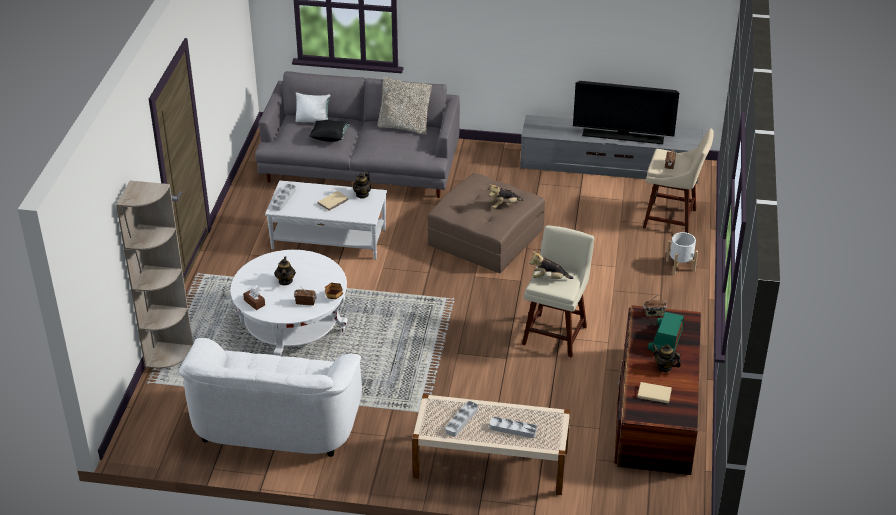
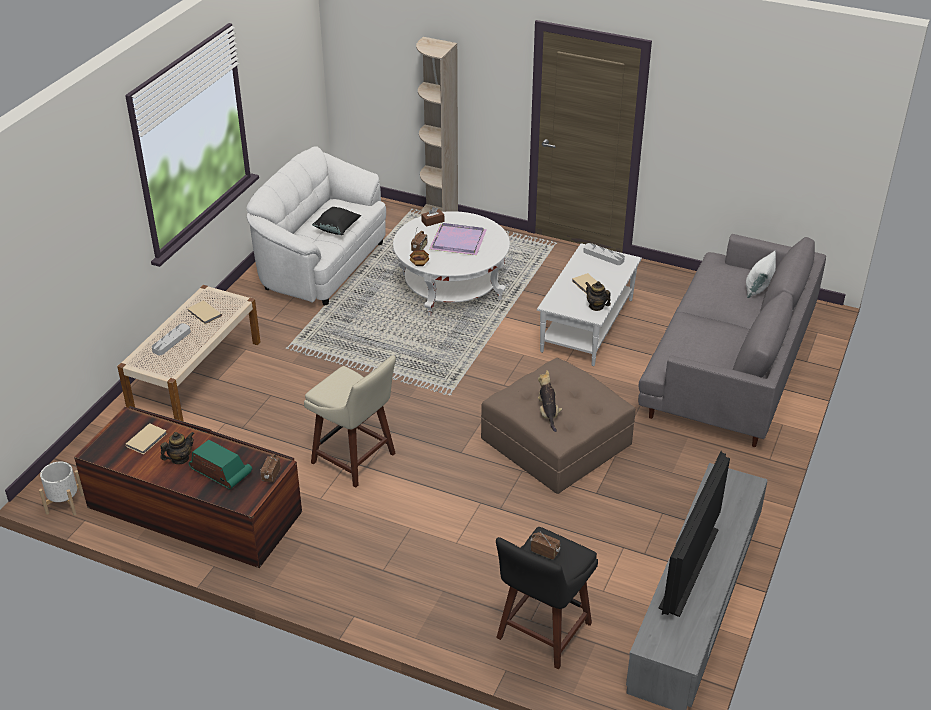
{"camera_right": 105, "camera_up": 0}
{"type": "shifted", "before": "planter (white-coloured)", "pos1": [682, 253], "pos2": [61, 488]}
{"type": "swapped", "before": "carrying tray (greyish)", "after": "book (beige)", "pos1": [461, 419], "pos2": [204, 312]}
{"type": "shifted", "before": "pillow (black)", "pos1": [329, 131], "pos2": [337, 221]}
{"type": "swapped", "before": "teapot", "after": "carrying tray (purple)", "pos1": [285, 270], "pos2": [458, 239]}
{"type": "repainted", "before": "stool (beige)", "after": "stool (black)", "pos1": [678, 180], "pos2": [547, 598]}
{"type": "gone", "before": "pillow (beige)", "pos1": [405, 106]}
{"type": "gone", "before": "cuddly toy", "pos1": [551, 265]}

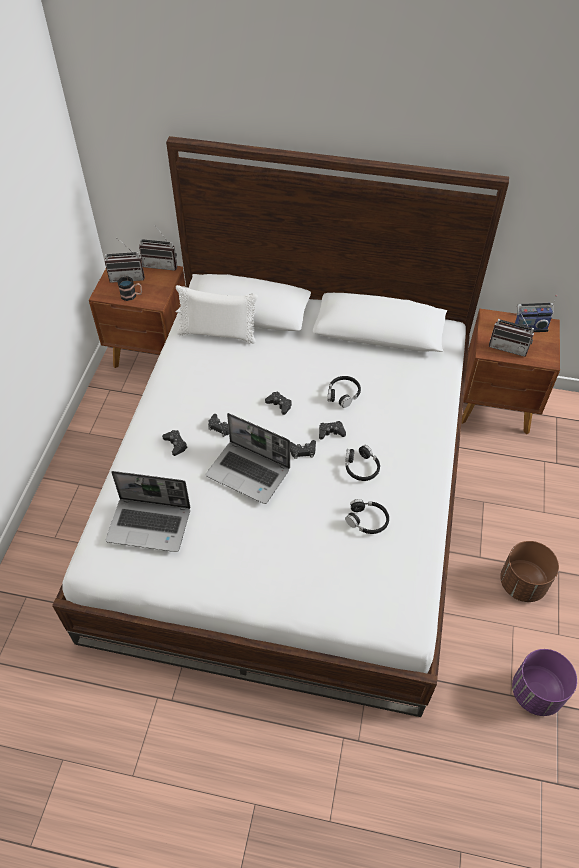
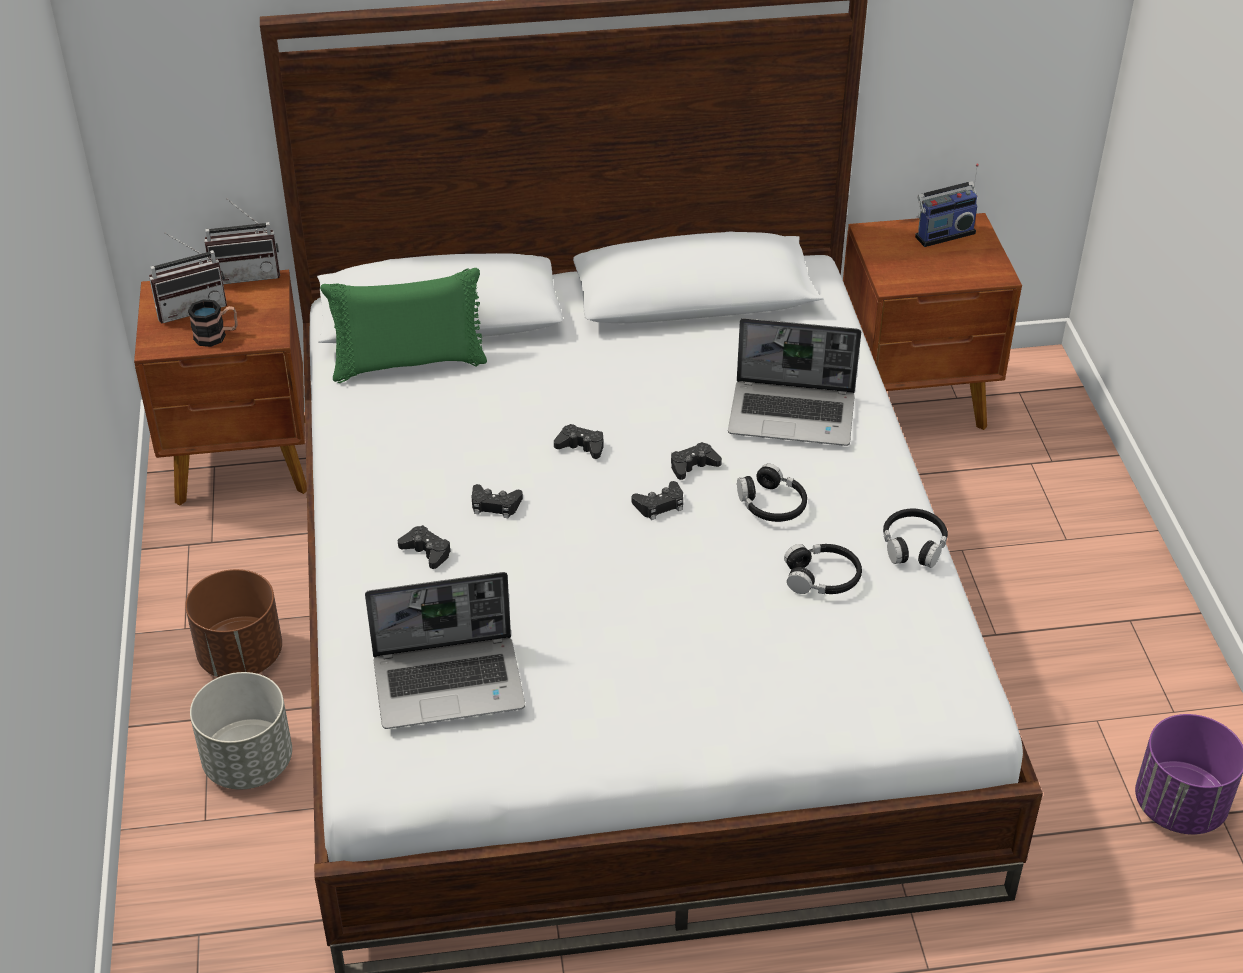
{"camera_right": -20, "camera_up": -10}
{"type": "shifted", "before": "planter (brown-coloured)", "pos1": [529, 571], "pos2": [233, 623]}
{"type": "new", "after": "planter (greyish)", "pos2": [241, 730]}
{"type": "repainted", "before": "pillow (white-coloured)", "after": "pillow (green)", "pos1": [217, 314], "pos2": [403, 325]}
{"type": "shifted", "before": "laptop", "pos1": [247, 458], "pos2": [794, 382]}
{"type": "shifted", "before": "headset (black)", "pos1": [344, 392], "pos2": [915, 538]}
{"type": "gone", "before": "radio", "pos1": [511, 331]}

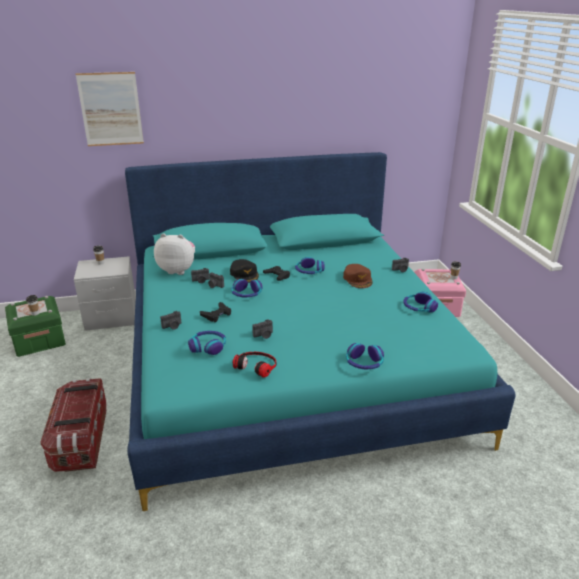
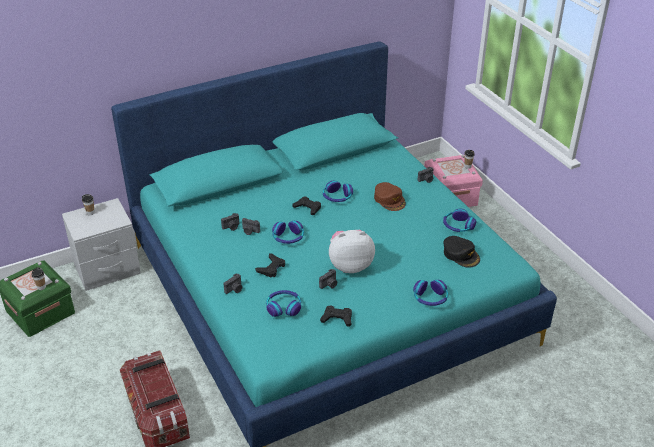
{"camera_right": -15, "camera_up": 10}
{"type": "swapped", "before": "headset", "after": "gamepad (black)", "pos1": [255, 365], "pos2": [336, 316]}
{"type": "shifted", "before": "cuddly toy", "pos1": [174, 254], "pos2": [352, 251]}
{"type": "shifted", "before": "cap (black)", "pos1": [244, 271], "pos2": [461, 252]}
{"type": "gone", "before": "picture", "pos1": [109, 109]}

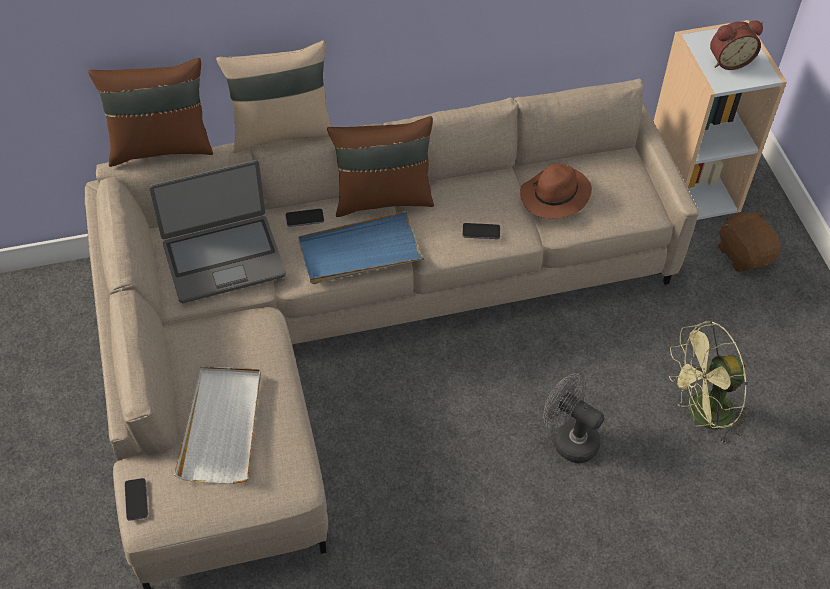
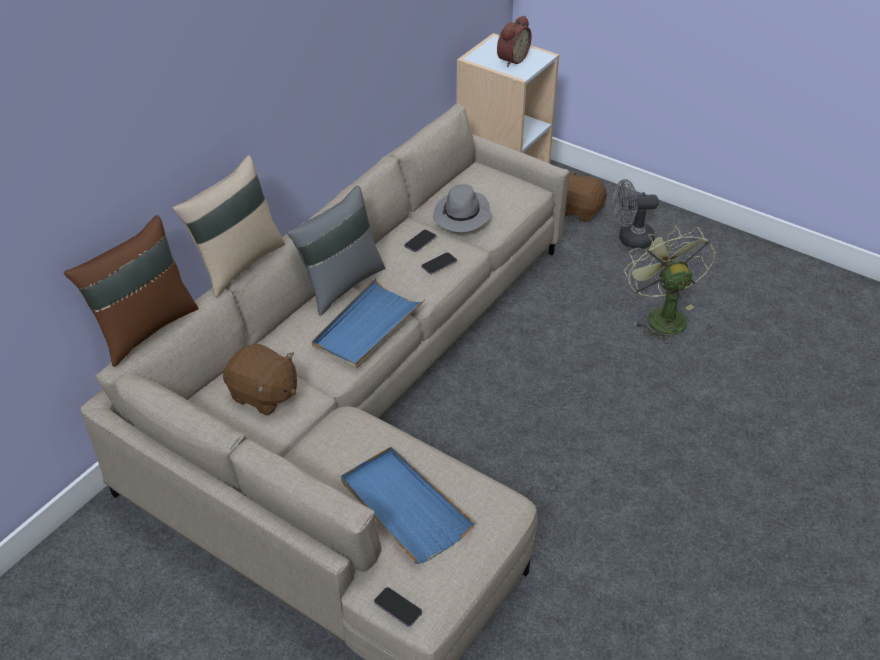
{"camera_right": -40, "camera_up": -10}
{"type": "swapped", "before": "laptop", "after": "cuddly toy (brown-coloured)", "pos1": [217, 231], "pos2": [260, 379]}
{"type": "repainted", "before": "pillow (brown-coloured)", "after": "pillow (greyish)", "pos1": [380, 166], "pos2": [336, 250]}
{"type": "repainted", "before": "carrying tray (white-coloured)", "after": "carrying tray (blue)", "pos1": [217, 425], "pos2": [407, 505]}
{"type": "shifted", "before": "telephone", "pos1": [305, 217], "pos2": [420, 241]}
{"type": "repainted", "before": "hat (brown-coloured)", "after": "hat (greyish)", "pos1": [556, 191], "pos2": [462, 208]}
{"type": "shifted", "before": "cooling fan (greyish)", "pos1": [573, 418], "pos2": [636, 214]}
{"type": "rotated", "before": "cooling fan (green)", "pos1": [710, 383], "pos2": [670, 284], "turn": 135}

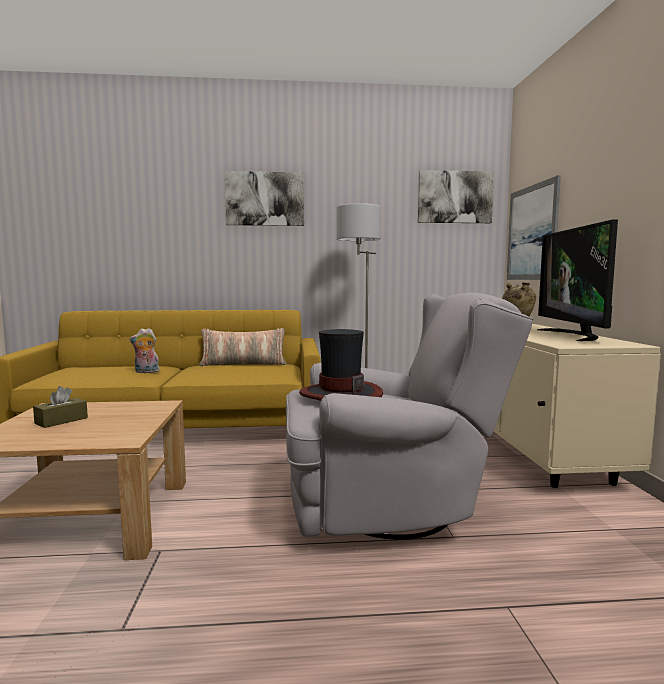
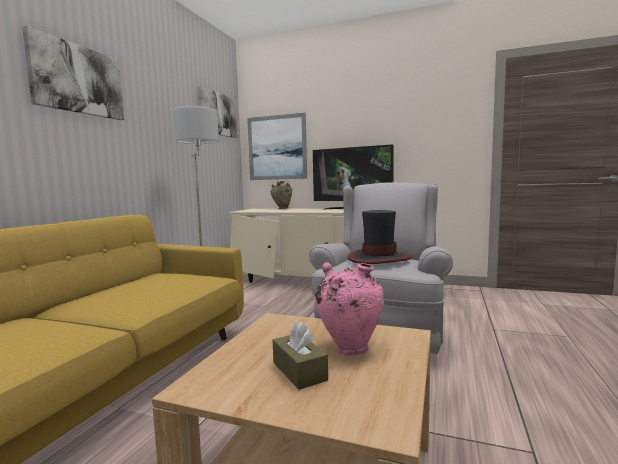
{"camera_right": -65, "camera_up": 0}
{"type": "new", "after": "vase (pink)", "pos2": [349, 308]}
{"type": "gone", "before": "cuddly toy", "pos1": [144, 350]}
{"type": "gone", "before": "pillow", "pos1": [243, 347]}

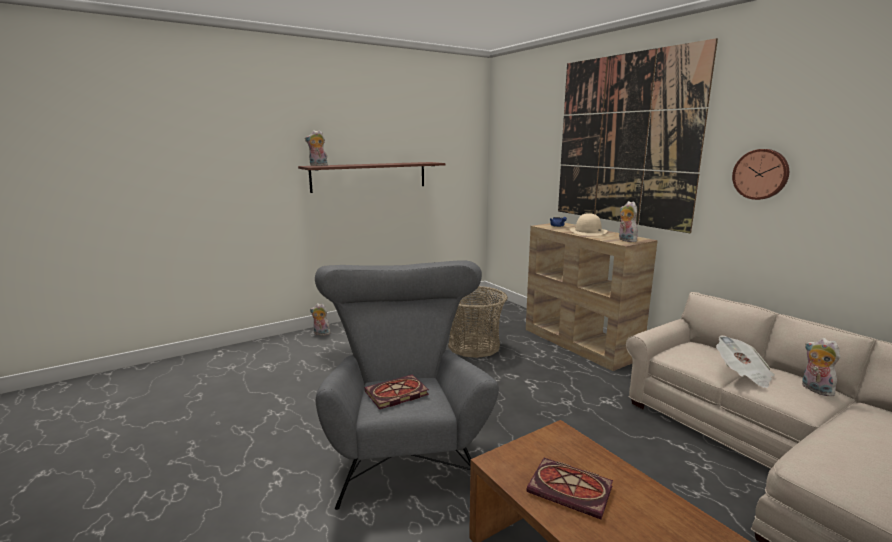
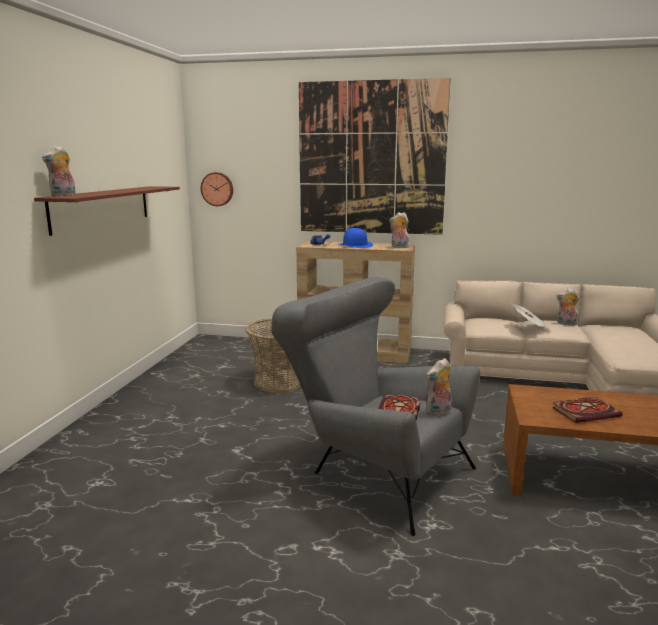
{"camera_right": -45, "camera_up": 0}
{"type": "shifted", "before": "hanging clock", "pos1": [760, 174], "pos2": [217, 189]}
{"type": "repainted", "before": "hat (beige)", "after": "hat (blue)", "pos1": [588, 224], "pos2": [356, 238]}
{"type": "shifted", "before": "cuddly toy", "pos1": [320, 319], "pos2": [439, 387]}

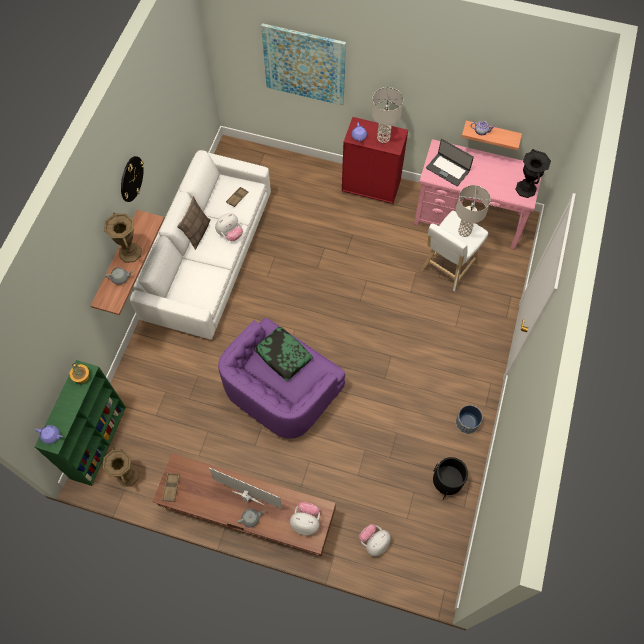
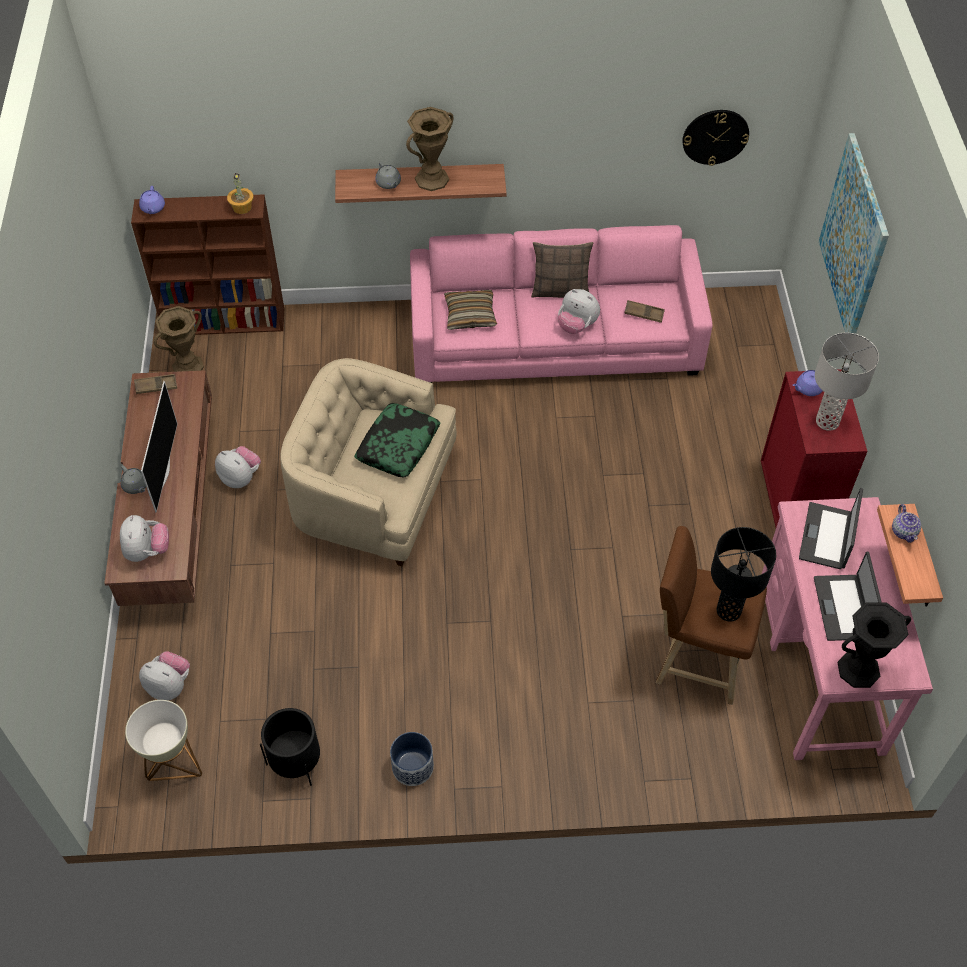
{"camera_right": 70, "camera_up": -10}
{"type": "new", "after": "planter", "pos2": [163, 740]}
{"type": "repainted", "before": "bookshelf (green)", "after": "bookshelf (brown-coloured)", "pos1": [80, 423], "pos2": [207, 264]}
{"type": "new", "after": "cuddly toy", "pos2": [238, 467]}
{"type": "repainted", "before": "easy chair (purple)", "after": "easy chair (beige)", "pos1": [281, 378], "pos2": [368, 462]}
{"type": "repainted", "before": "couch (white-coloured)", "after": "couch (pink)", "pos1": [200, 245], "pos2": [561, 304]}
{"type": "new", "after": "pillow", "pos2": [470, 310]}
{"type": "repainted", "before": "stool (white-coloured)", "after": "stool (brown-coloured)", "pos1": [454, 251], "pos2": [711, 615]}
{"type": "shifted", "before": "hanging clock", "pos1": [132, 179], "pos2": [715, 138]}
{"type": "repainted", "before": "tabletop lamp (white-coloured)", "after": "tabletop lamp (black)", "pos1": [473, 211], "pos2": [743, 574]}
{"type": "new", "after": "laptop", "pos2": [848, 596]}

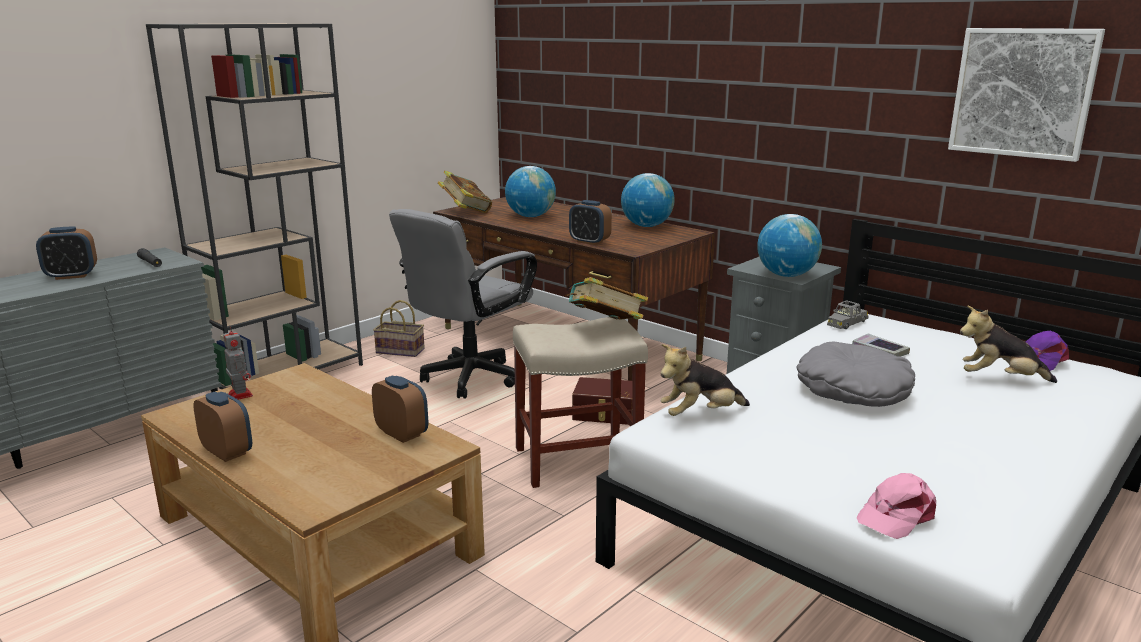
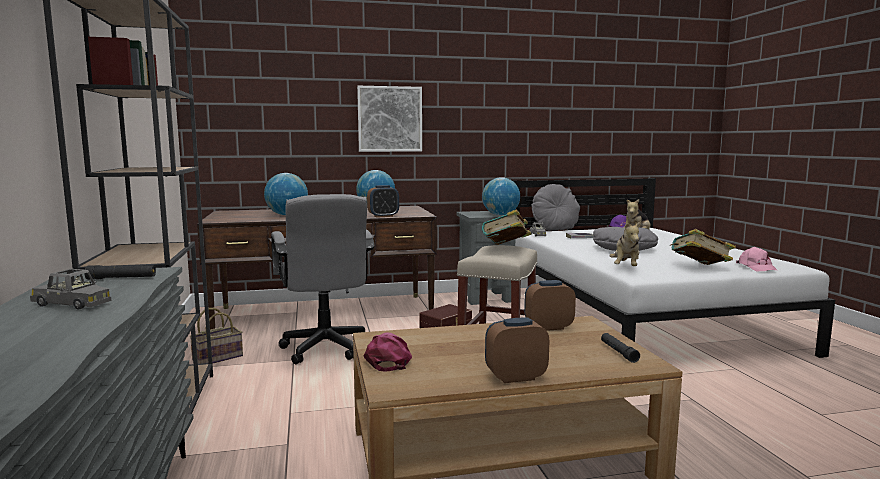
{"camera_right": -55, "camera_up": -10}
{"type": "swapped", "before": "alarm clock", "after": "miniature car (greyish)", "pos1": [66, 253], "pos2": [71, 289]}
{"type": "shifted", "before": "picture", "pos1": [1026, 95], "pos2": [389, 119]}
{"type": "swapped", "before": "robot figure", "after": "cap (pink)", "pos1": [238, 363], "pos2": [388, 352]}
{"type": "new", "after": "pillow (greyish)", "pos2": [556, 207]}
{"type": "new", "after": "torch (black)", "pos2": [620, 348]}
{"type": "shifted", "before": "book", "pos1": [465, 192], "pos2": [703, 247]}

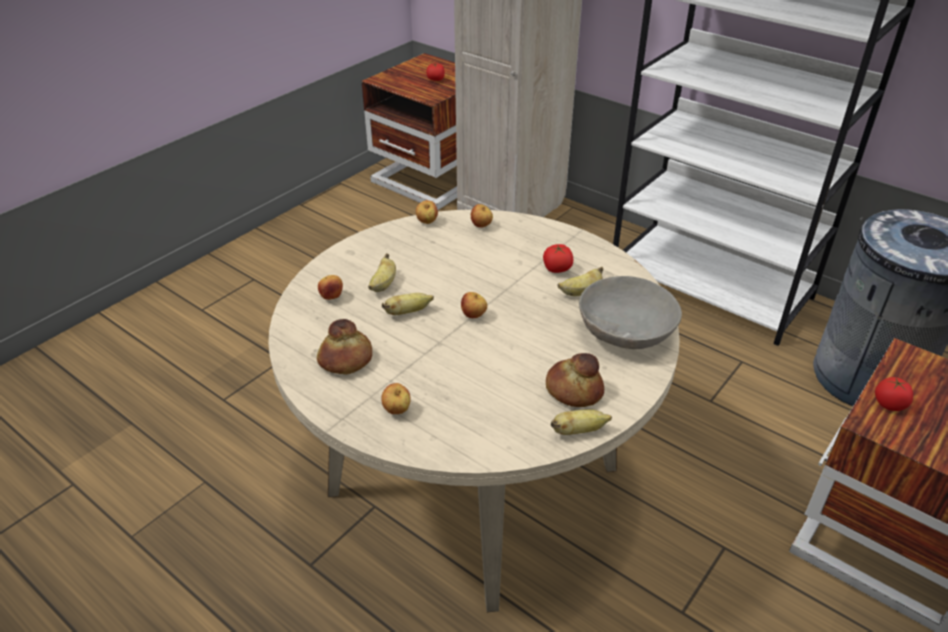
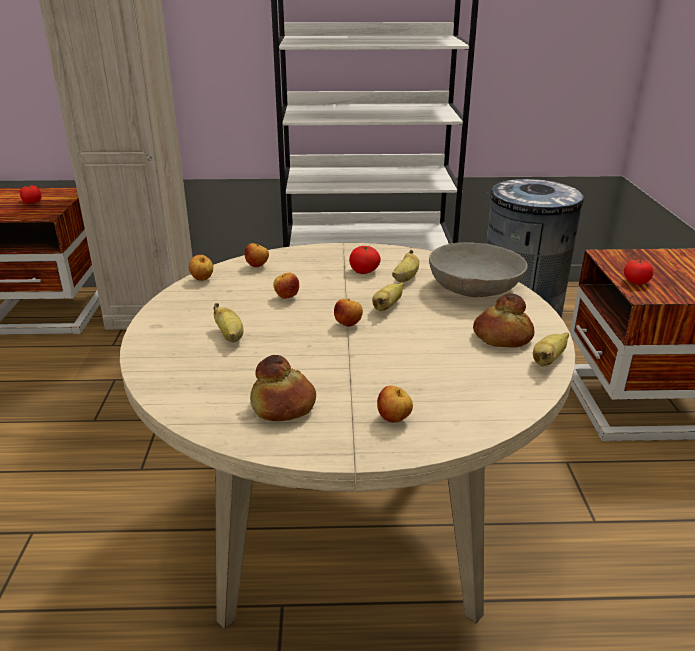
{"camera_right": -40, "camera_up": -10}
{"type": "shifted", "before": "whole apple", "pos1": [330, 287], "pos2": [286, 286]}
{"type": "shifted", "before": "banana", "pos1": [408, 304], "pos2": [388, 296]}

